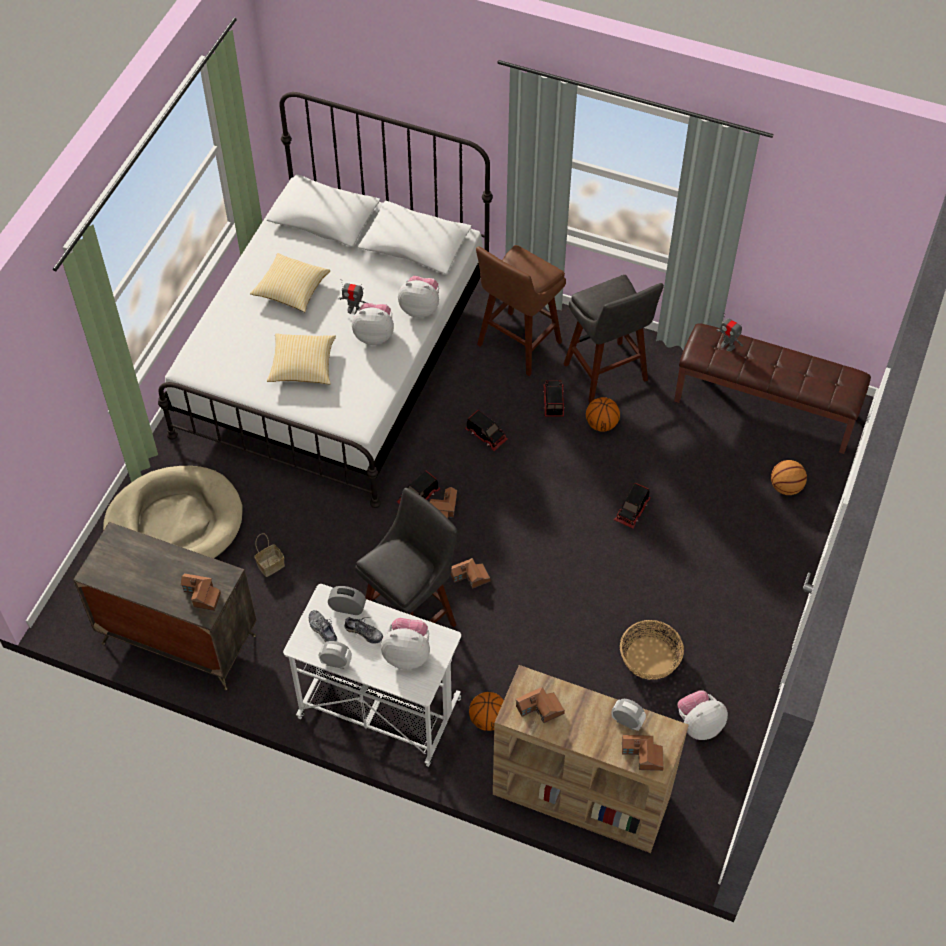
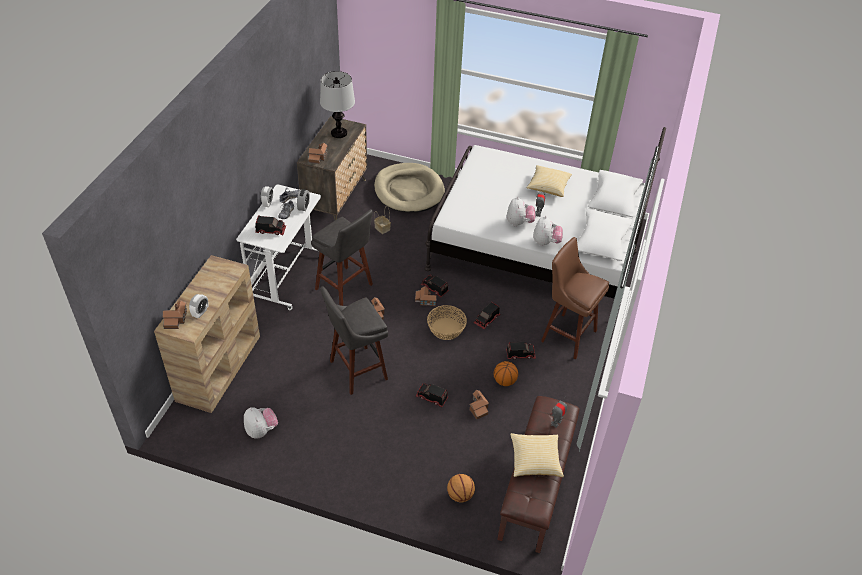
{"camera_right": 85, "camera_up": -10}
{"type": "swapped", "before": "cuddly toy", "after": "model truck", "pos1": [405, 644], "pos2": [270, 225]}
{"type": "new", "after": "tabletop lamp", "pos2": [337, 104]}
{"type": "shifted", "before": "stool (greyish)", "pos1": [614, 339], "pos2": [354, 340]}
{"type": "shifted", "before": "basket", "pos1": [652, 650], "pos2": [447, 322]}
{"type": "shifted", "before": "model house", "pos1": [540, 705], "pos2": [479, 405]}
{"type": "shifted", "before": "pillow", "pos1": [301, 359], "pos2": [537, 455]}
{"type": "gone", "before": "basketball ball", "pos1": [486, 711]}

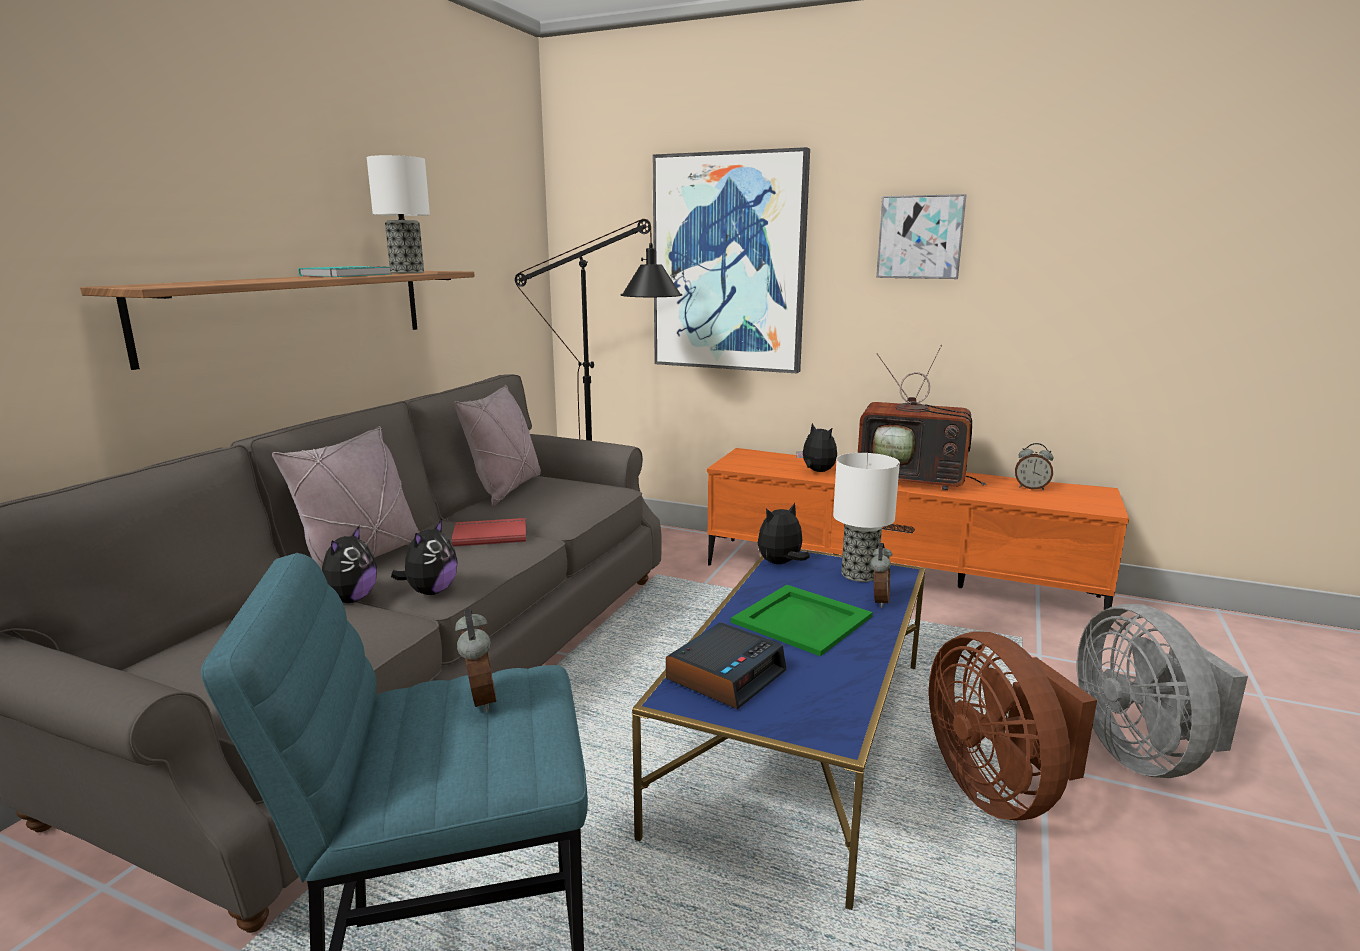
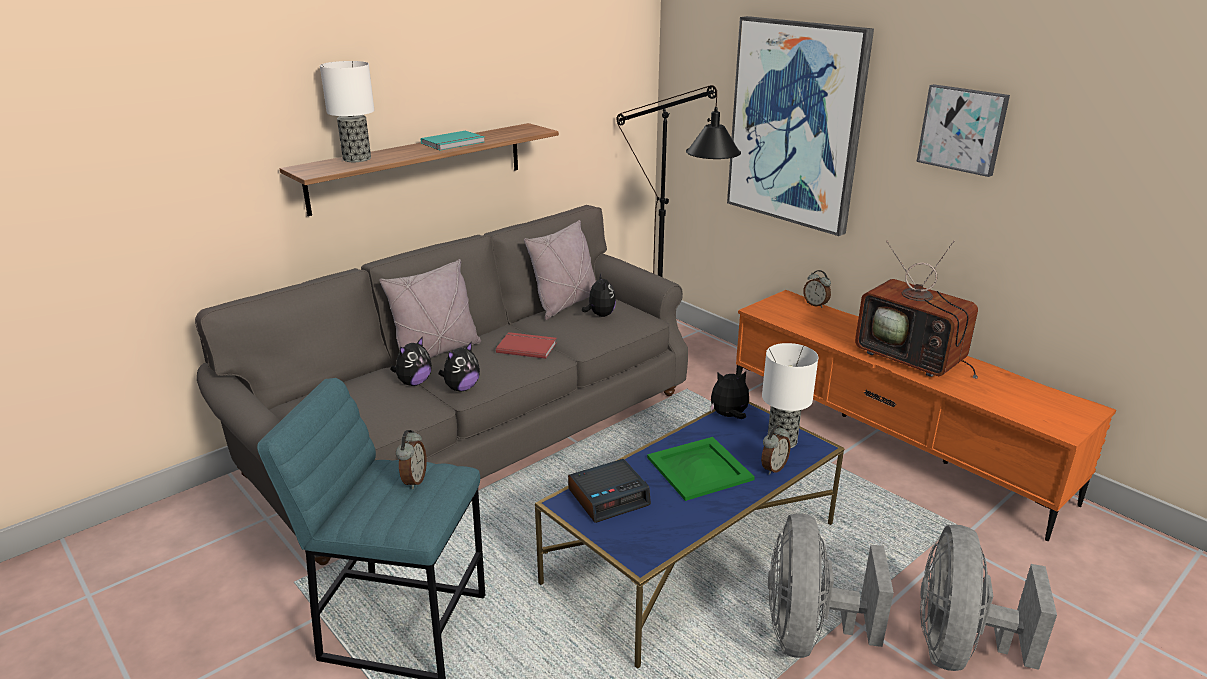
{"camera_right": 25, "camera_up": 10}
{"type": "shifted", "before": "tabletop lamp", "pos1": [398, 214], "pos2": [347, 111]}
{"type": "shifted", "before": "cuddly toy", "pos1": [816, 447], "pos2": [599, 295]}
{"type": "repainted", "before": "cooling fan (brown-coloured)", "after": "cooling fan (greyish)", "pos1": [1013, 726], "pos2": [831, 585]}
{"type": "shifted", "before": "alarm clock", "pos1": [1034, 466], "pos2": [817, 289]}

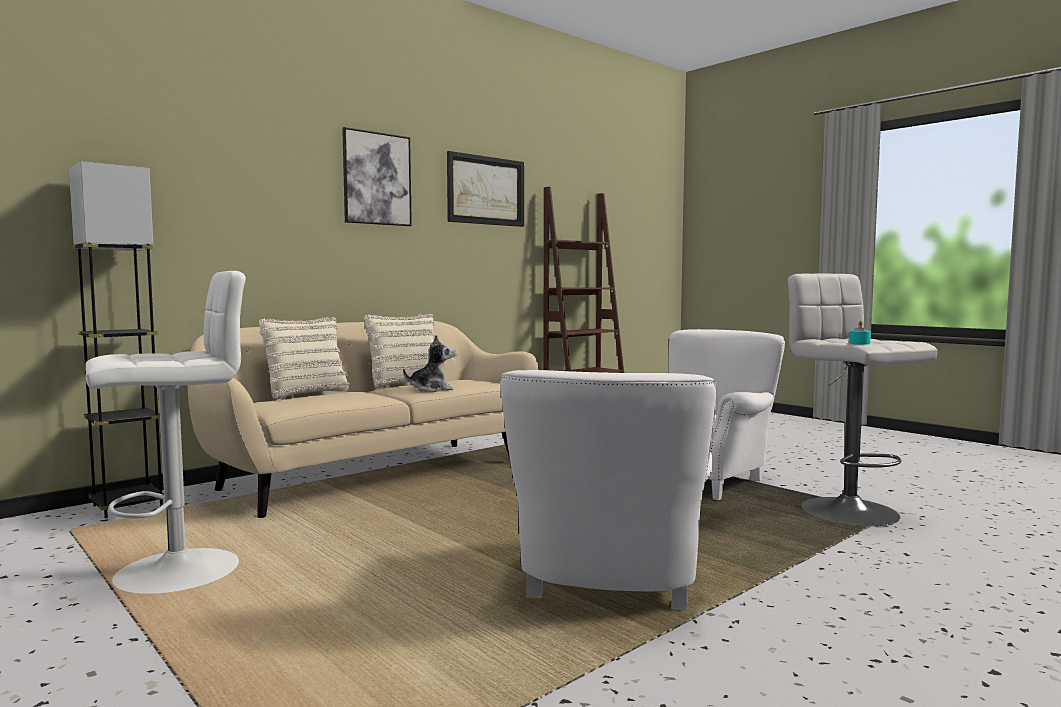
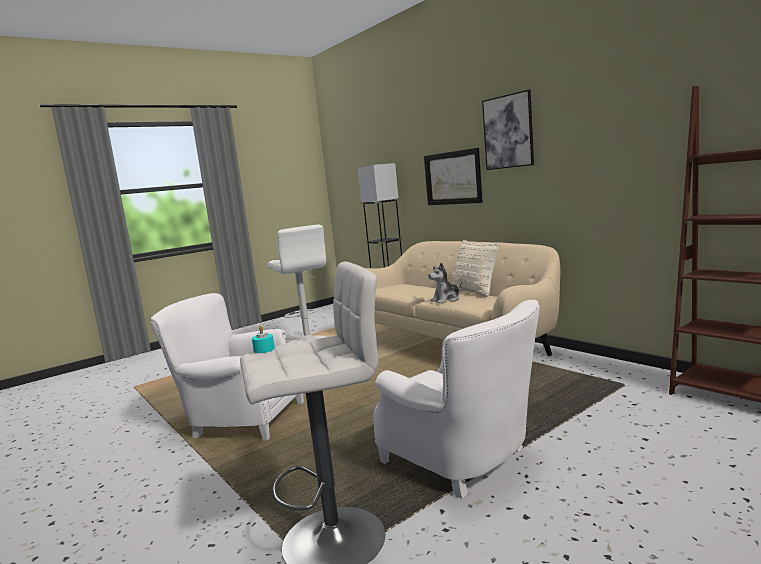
{"camera_right": 95, "camera_up": 5}
{"type": "shifted", "before": "picture", "pos1": [485, 189], "pos2": [453, 176]}
{"type": "rotated", "before": "cuddly toy", "pos1": [429, 363], "pos2": [445, 282], "turn": 75}
{"type": "gone", "before": "pillow (beige)", "pos1": [304, 358]}

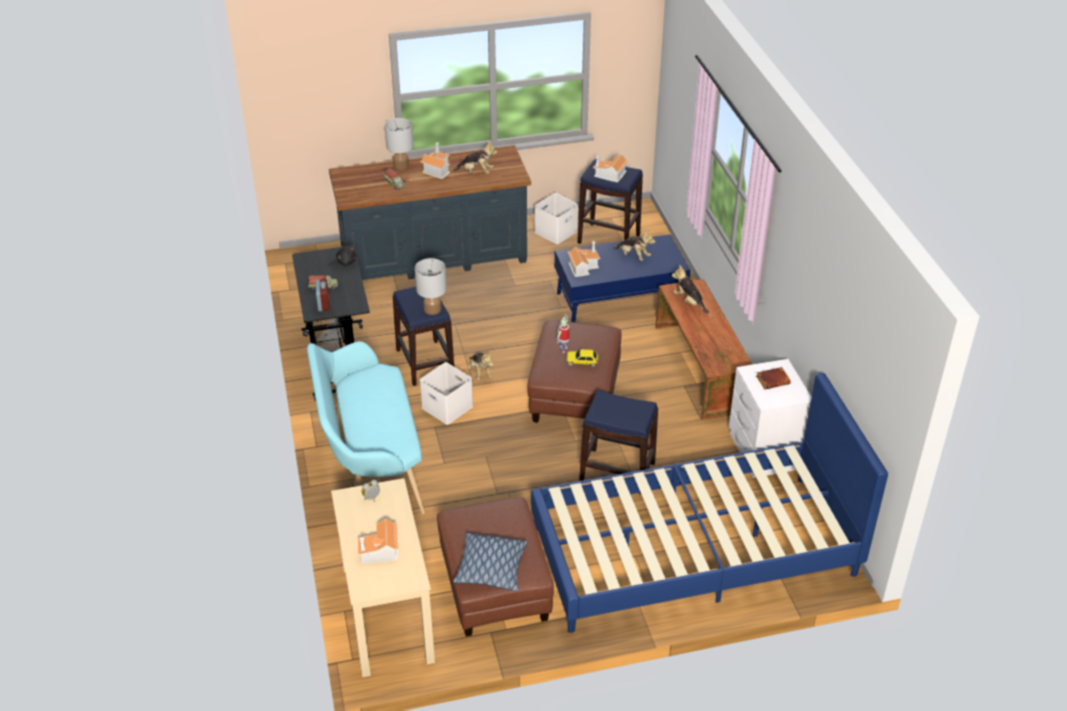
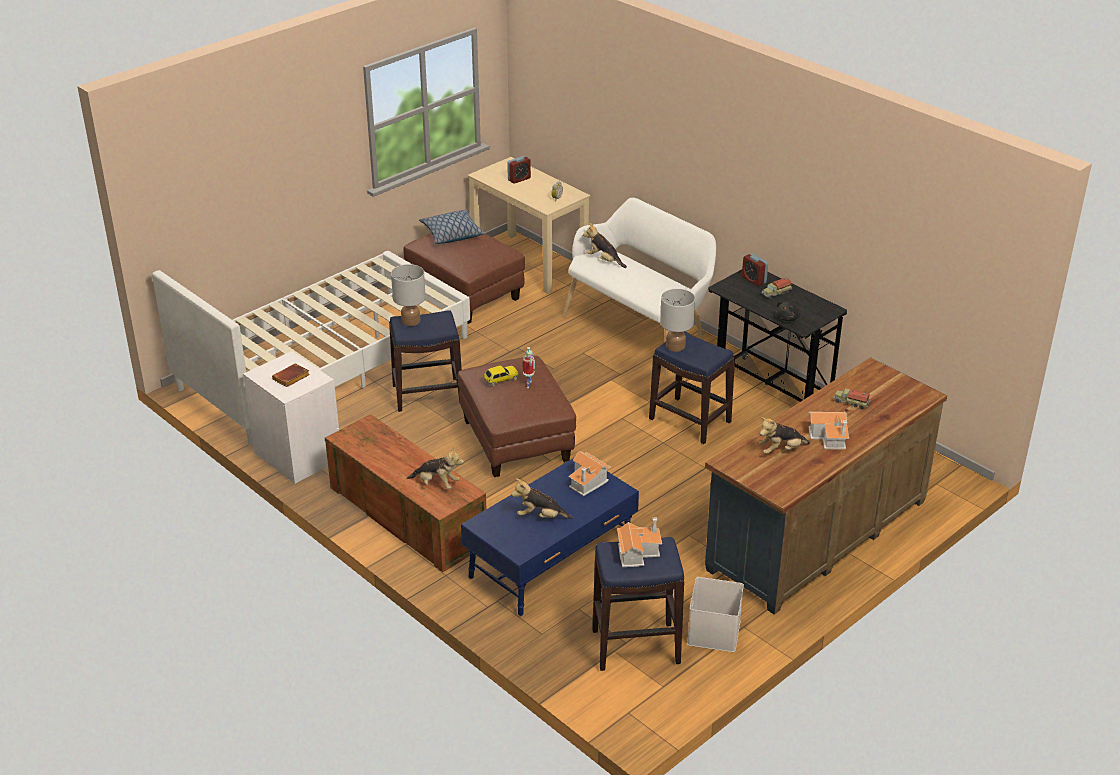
{"camera_right": 150, "camera_up": -5}
{"type": "repainted", "before": "bed (blue)", "after": "bed (white-coloured)", "pos1": [709, 503], "pos2": [311, 348]}
{"type": "shifted", "before": "tabletop lamp (greyish)", "pos1": [399, 144], "pos2": [408, 295]}
{"type": "swapped", "before": "model house", "after": "alarm clock", "pos1": [378, 541], "pos2": [519, 170]}
{"type": "repainted", "before": "bench (turquoise)", "after": "bench (white-coloured)", "pos1": [366, 427], "pos2": [639, 286]}
{"type": "shifted", "before": "cuddly toy", "pos1": [480, 366], "pos2": [605, 245]}
{"type": "gone", "before": "storage container (white-coloured)", "pos1": [446, 393]}

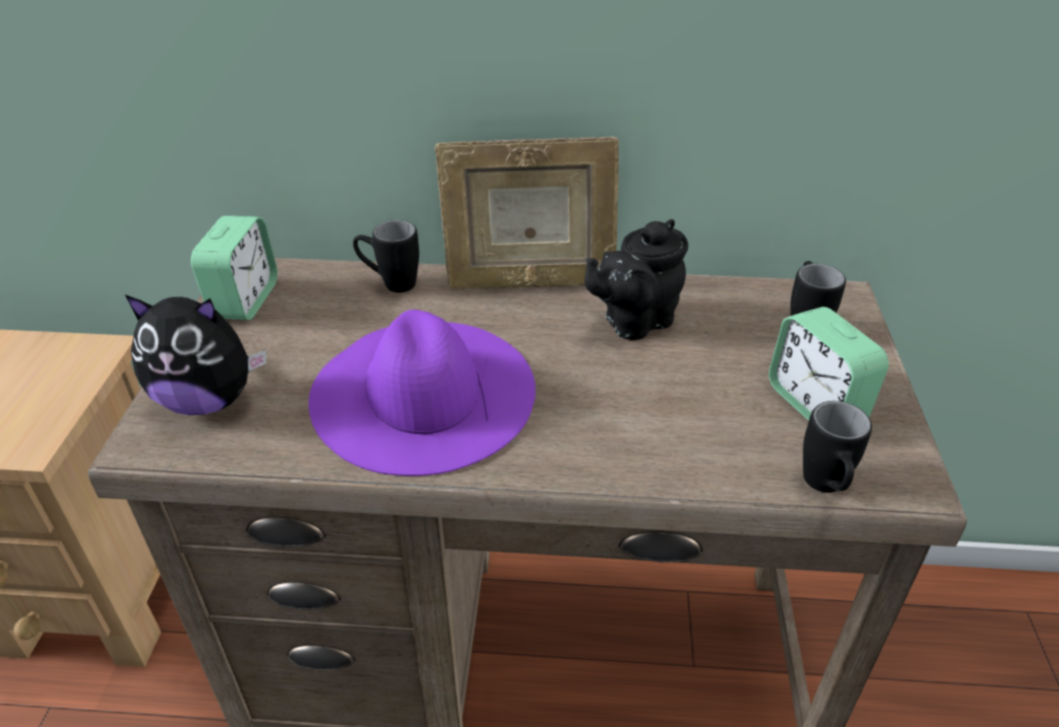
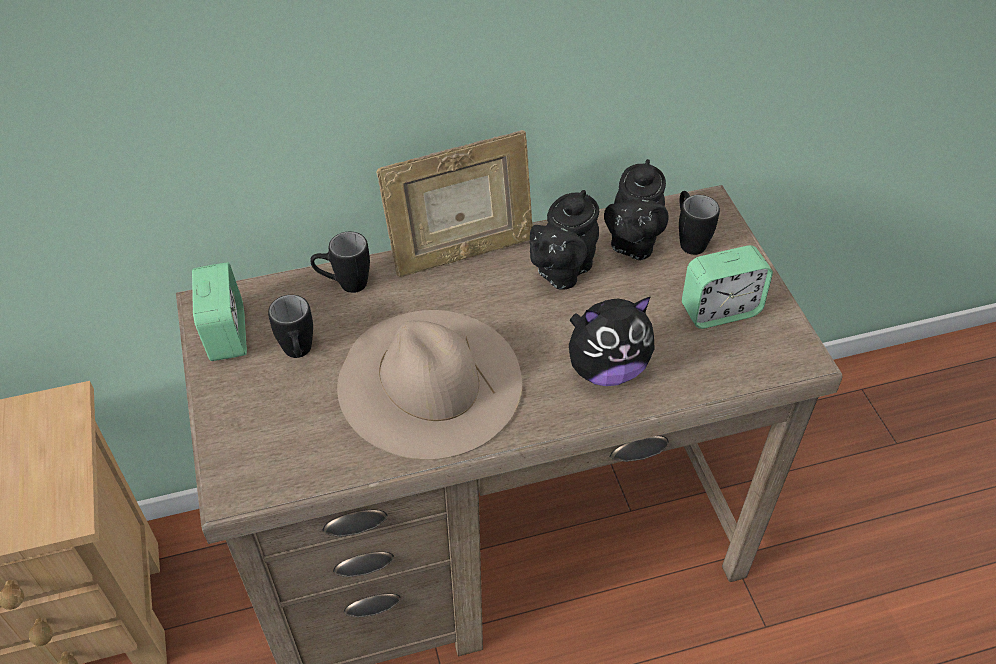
{"camera_right": -20, "camera_up": 10}
{"type": "shifted", "before": "tea mug (black)", "pos1": [837, 447], "pos2": [290, 326]}
{"type": "repainted", "before": "hat (purple)", "after": "hat (beige)", "pos1": [422, 392], "pos2": [429, 385]}
{"type": "shifted", "before": "cuddly toy", "pos1": [195, 355], "pos2": [612, 341]}
{"type": "new", "after": "teapot (black)", "pos2": [636, 209]}
{"type": "rotated", "before": "alarm clock", "pos1": [829, 364], "pos2": [727, 287], "turn": -60}

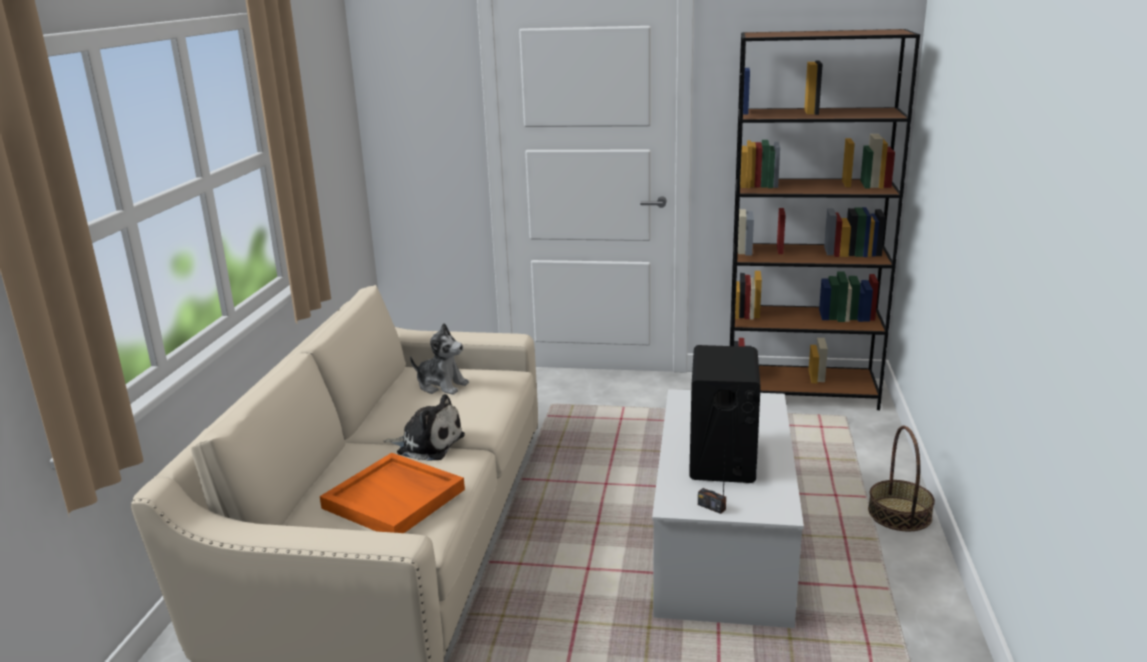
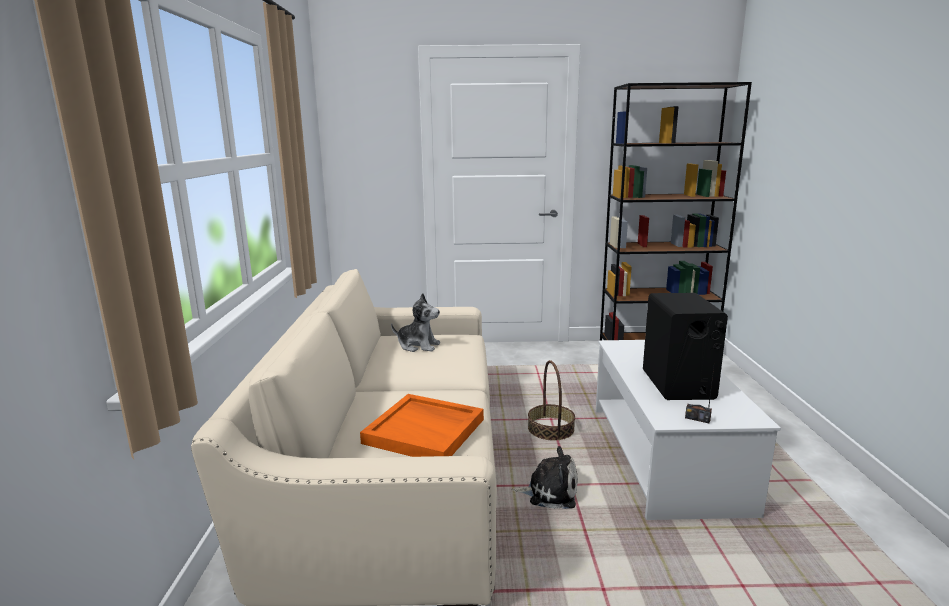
{"camera_right": -10, "camera_up": -5}
{"type": "shifted", "before": "cuddly toy", "pos1": [424, 427], "pos2": [544, 477]}
{"type": "shifted", "before": "basket", "pos1": [901, 478], "pos2": [551, 400]}

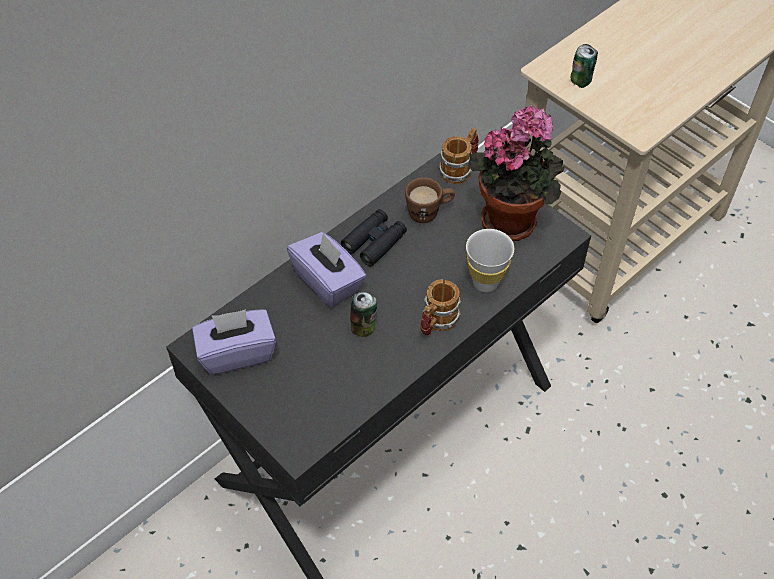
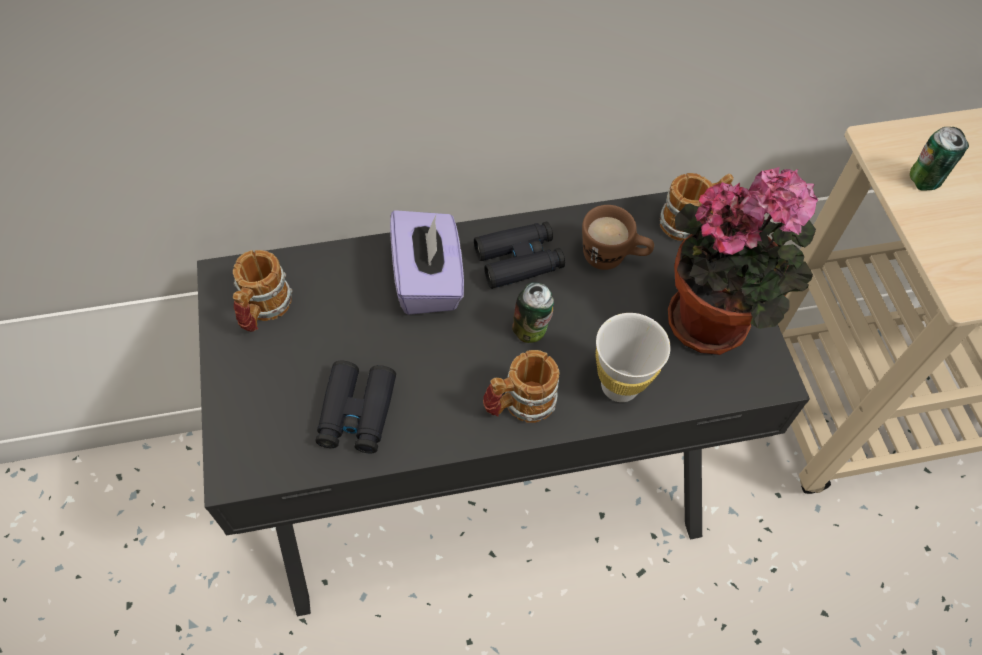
{"camera_right": 30, "camera_up": 5}
{"type": "swapped", "before": "tissue box (purple)", "after": "tea mug", "pos1": [234, 342], "pos2": [262, 291]}
{"type": "new", "after": "field glasses (black)", "pos2": [355, 407]}
{"type": "shifted", "before": "sealed can", "pos1": [363, 314], "pos2": [533, 312]}

